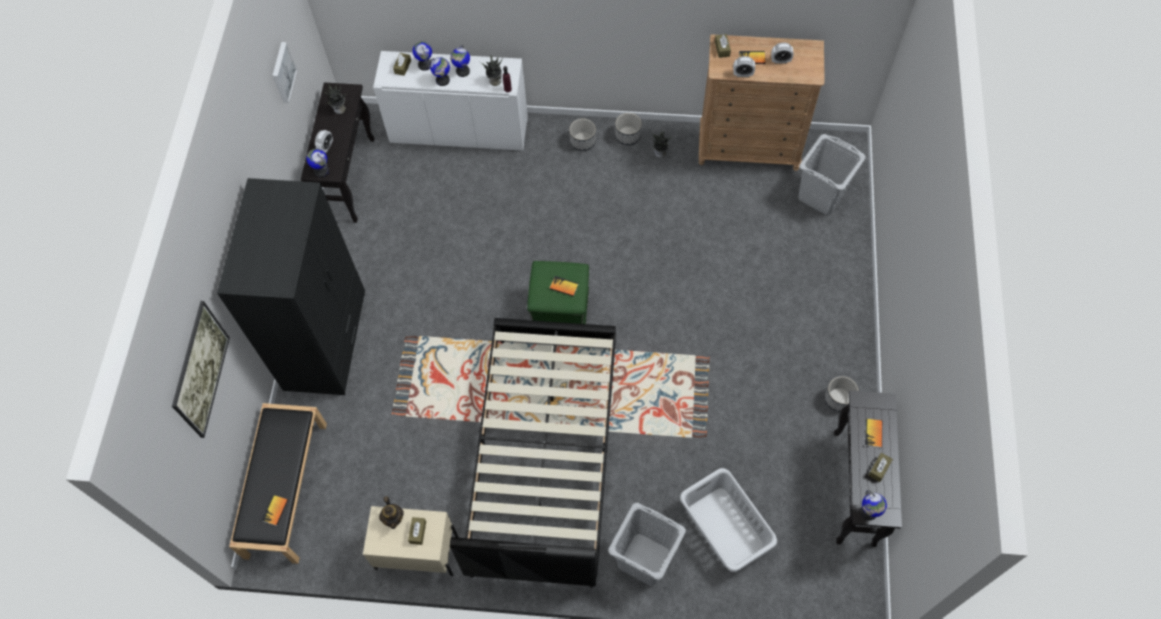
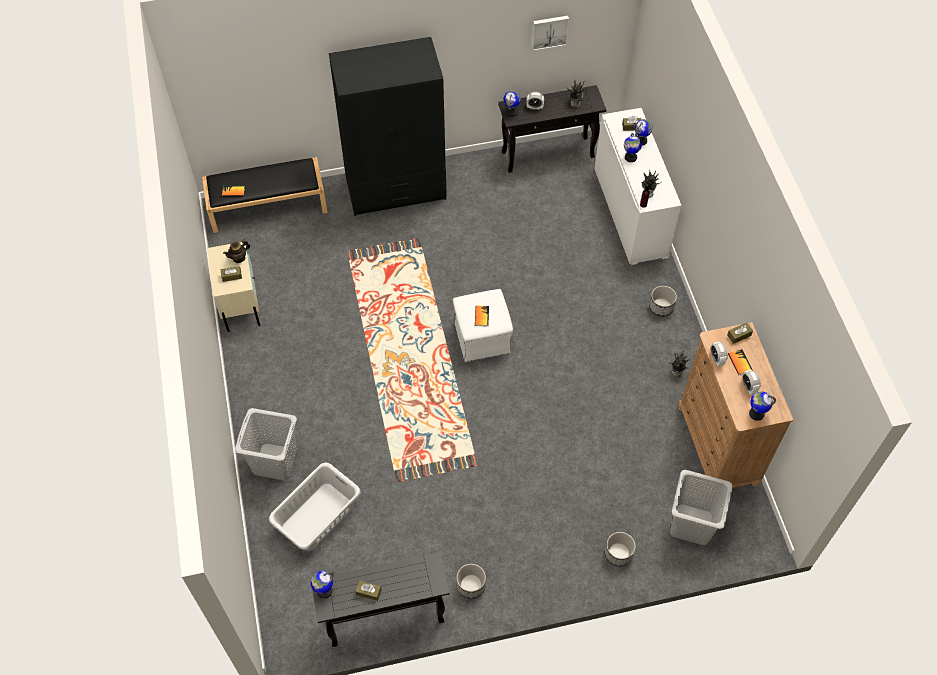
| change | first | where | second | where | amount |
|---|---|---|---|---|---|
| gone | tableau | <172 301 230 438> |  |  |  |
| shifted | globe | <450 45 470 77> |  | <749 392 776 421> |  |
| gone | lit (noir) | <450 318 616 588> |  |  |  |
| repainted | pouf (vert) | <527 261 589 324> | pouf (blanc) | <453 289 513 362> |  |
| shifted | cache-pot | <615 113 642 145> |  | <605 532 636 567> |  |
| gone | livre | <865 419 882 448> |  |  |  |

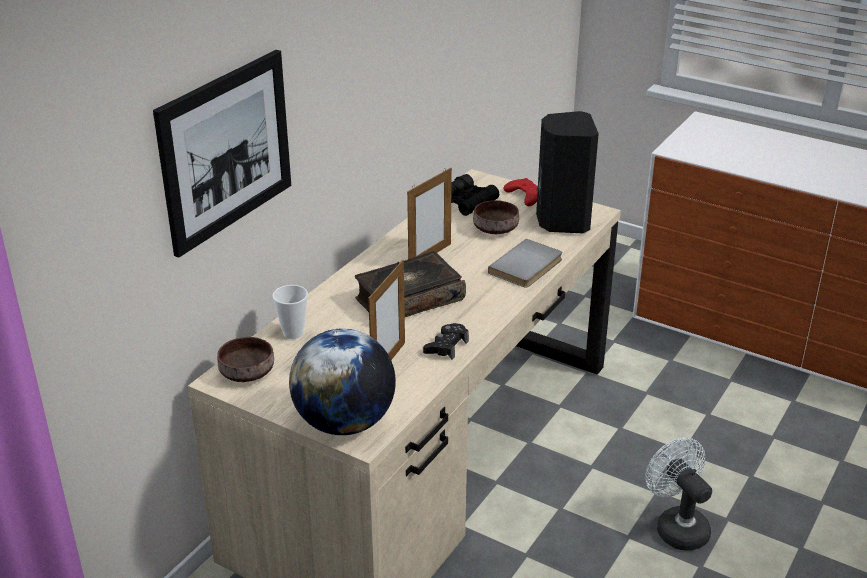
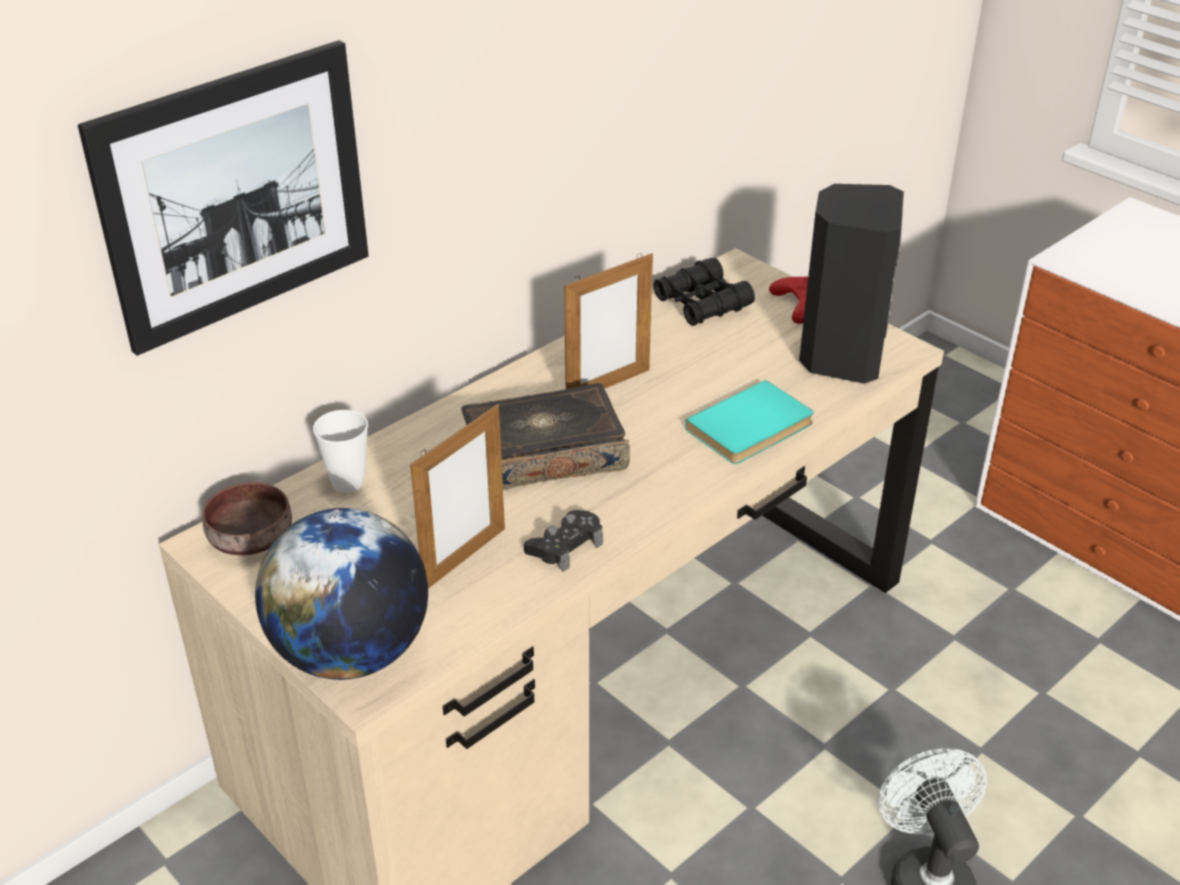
| change | first | where | second | where | amount |
|---|---|---|---|---|---|
| gone | bol (marron) | <473 200 519 234> |  |  |  |
| repainted | livre (gris) | <488 239 562 288> | livre (turquoise) | <685 380 814 464> |  |

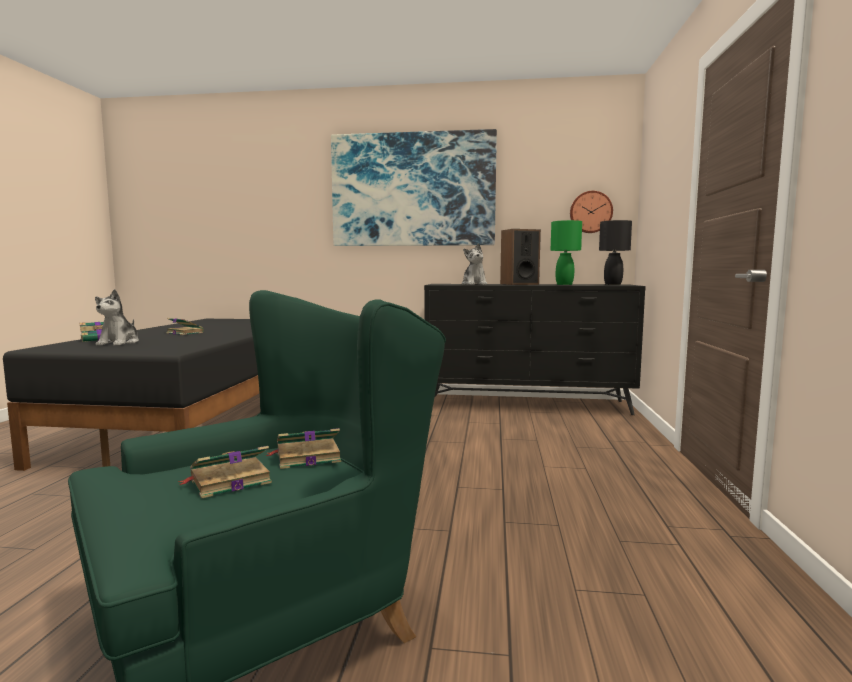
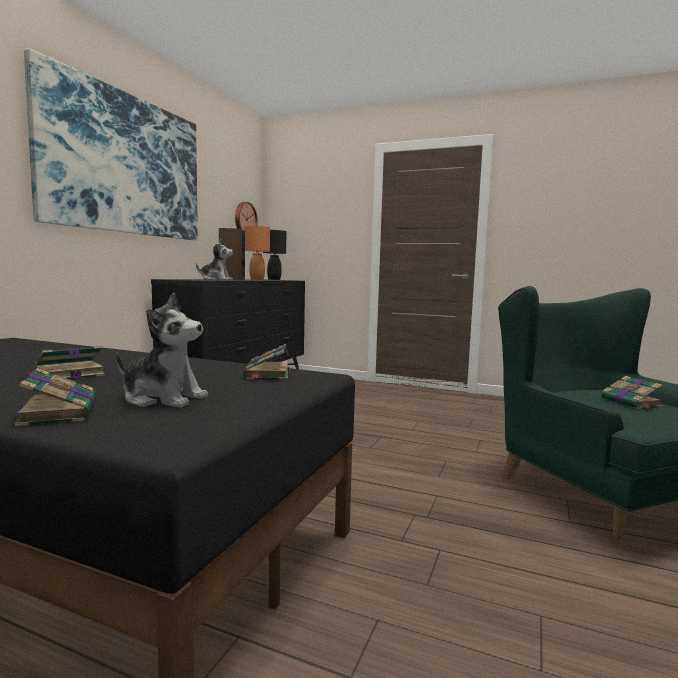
| change | first | where | second | where | amount |
|---|---|---|---|---|---|
| shifted | livre | <266 428 341 469> |  | <243 344 290 380> |  |
| repainted | lampe de table (vert) | <551 220 582 285> | lampe de table (orange) | <245 226 270 280> |  |

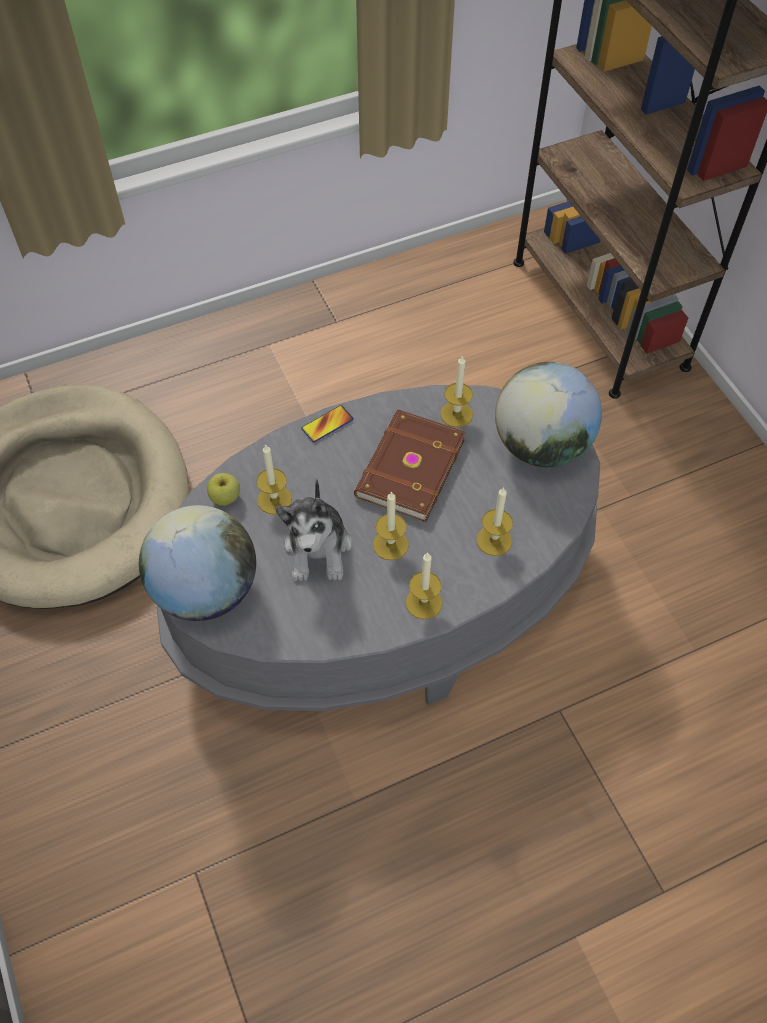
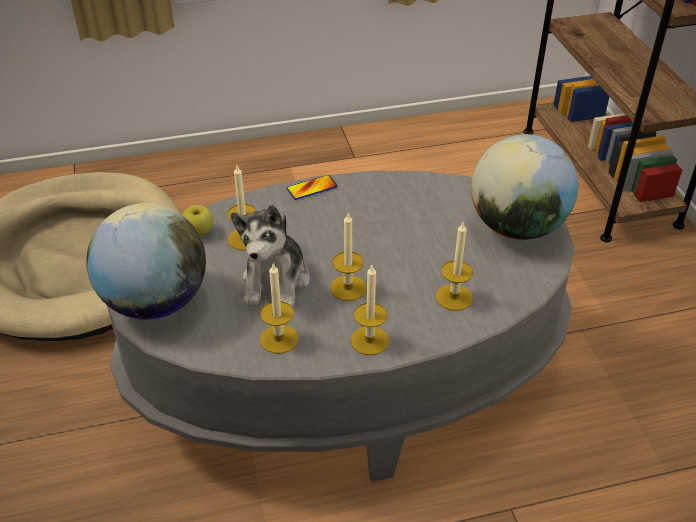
| change | first | where | second | where | amount |
|---|---|---|---|---|---|
| gone | livre (marron) | <354 410 465 522> |  |  |  |
| shifted | bougie | <440 355 473 427> |  | <260 264 298 354> |  |

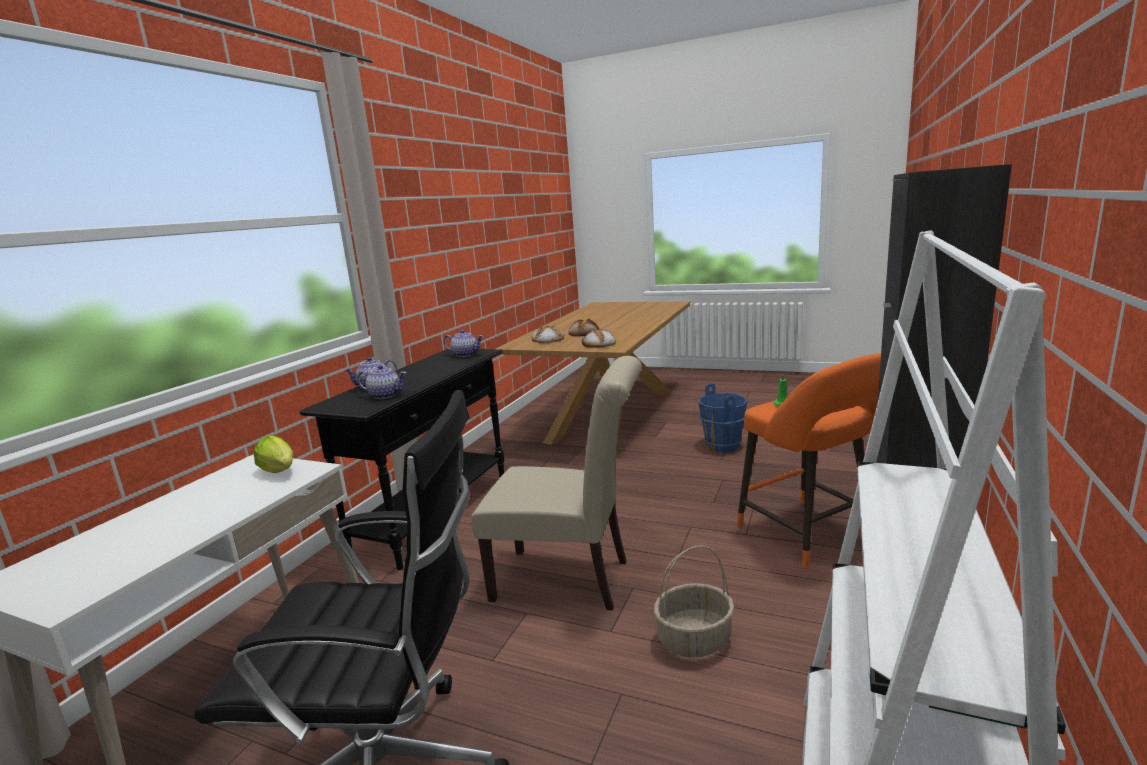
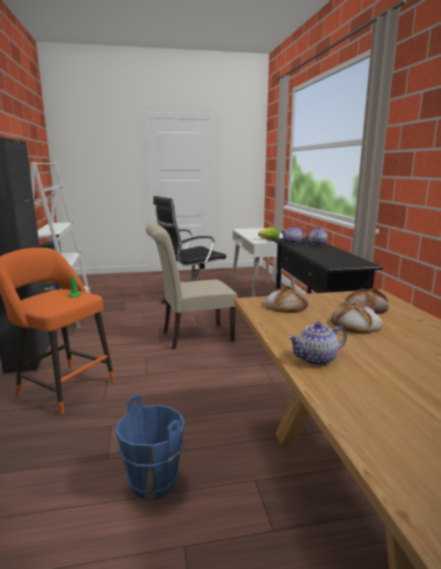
| change | first | where | second | where | amount |
|---|---|---|---|---|---|
| shifted | théière | <443 330 483 357> |  | <288 322 347 366> |  |
| gone | panier | <654 545 734 658> |  |  |  |

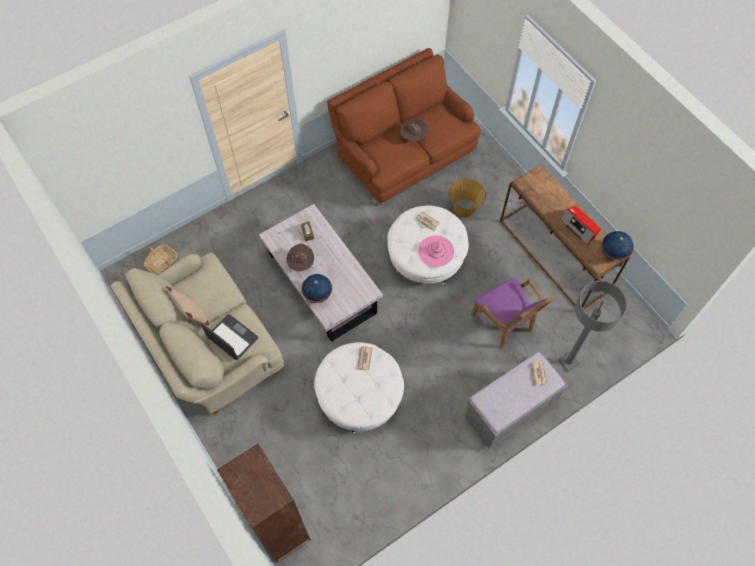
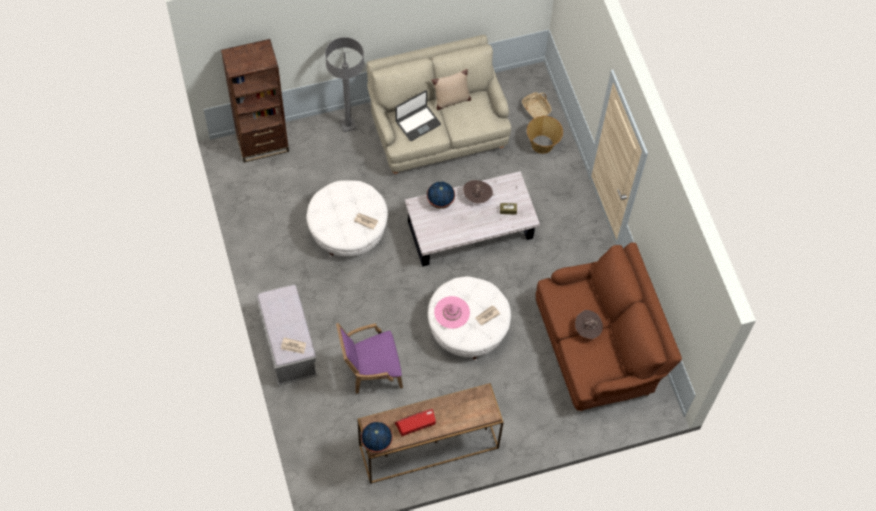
| change | first | where | second | where | amount |
|---|---|---|---|---|---|
| shifted | panier | <449 179 486 218> |  | <527 116 563 154> |  |
| shifted | lampadaire (gris) | <558 281 627 372> |  | <325 37 364 132> |  |

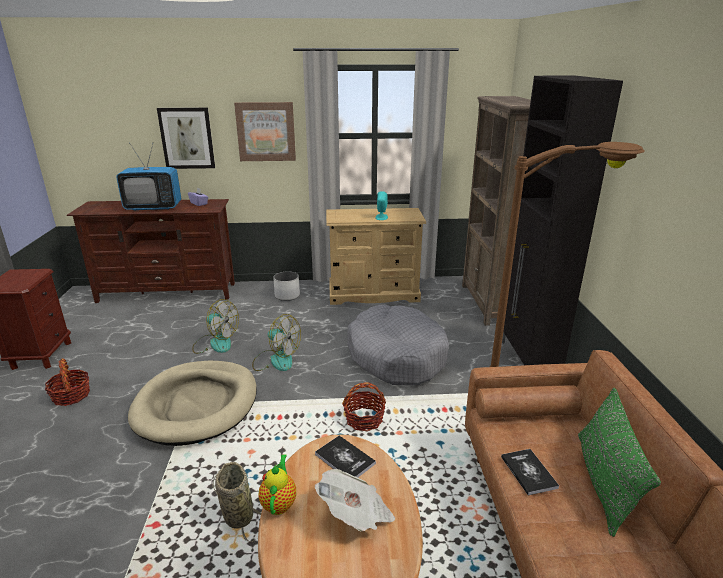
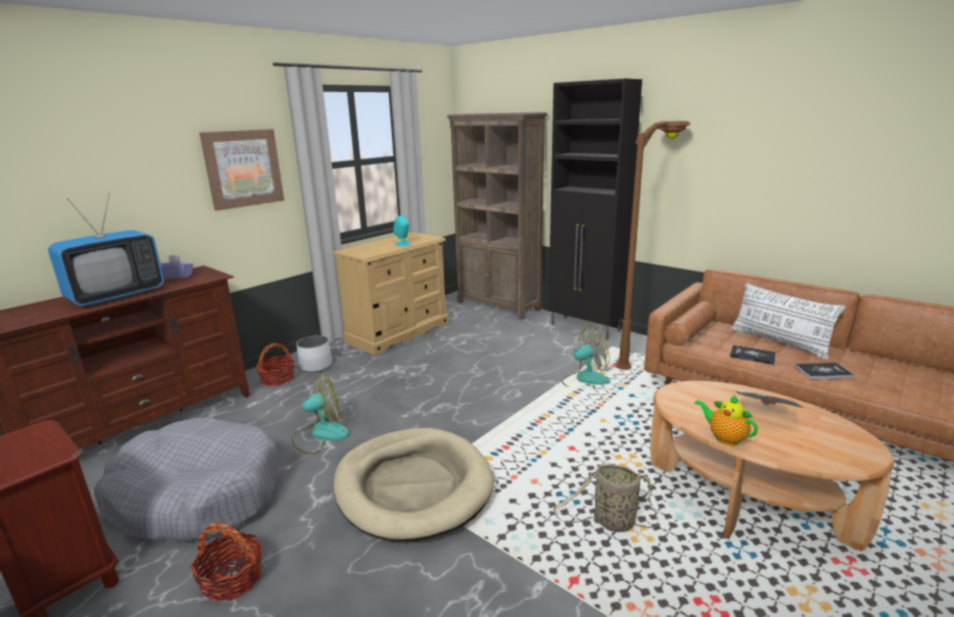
| change | first | where | second | where | amount |
|---|---|---|---|---|---|
| gone | tableau | <157 107 215 169> |  |  |  |
| shifted | ventilateur | <252 314 301 371> |  | <561 327 610 390> |  |
| shifted | livre | <315 436 376 478> |  | <795 363 854 379> |  |
| shifted | panier | <342 382 386 431> |  | <256 343 295 386> |  |
| shifted | panier pour chien (gris) | <347 304 449 385> |  | <94 418 279 541> |  |
| repainted | coussin (vert) | <578 388 661 537> | coussin (blanc) | <731 283 845 360> |  |

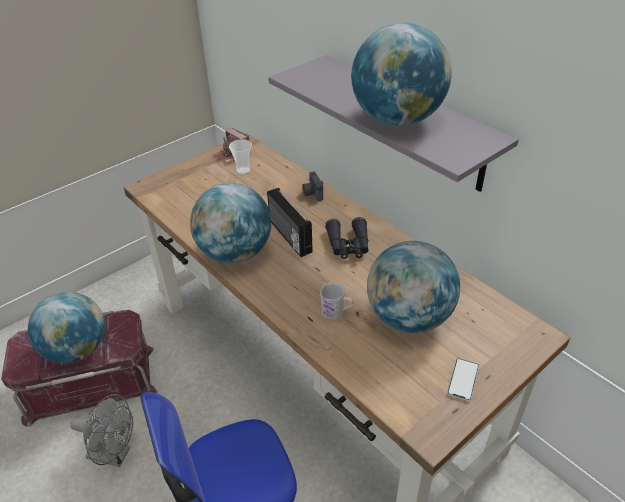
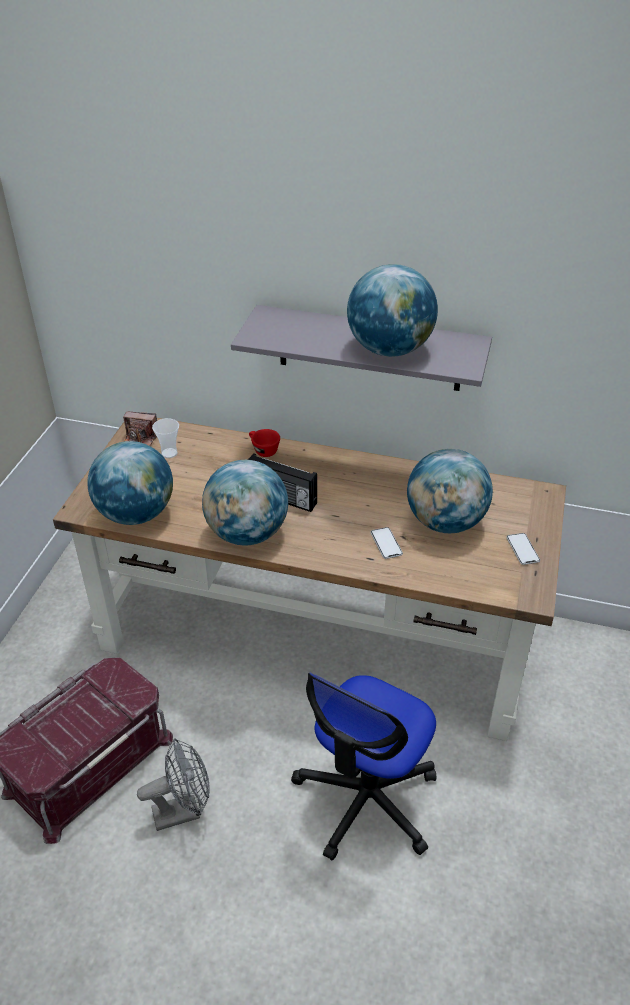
| change | first | where | second | where | amount |
|---|---|---|---|---|---|
| shifted | globe | <28 292 105 363> |  | <87 441 173 525> |  |
| swapped | appareil photo | <302 171 323 201> | tasse (rouge) | <249 429 280 457> |  |
| swapped | mug (blanc) | <320 283 353 320> | téléphone | <370 527 403 559> |  |
| gone | jumelles (noir) | <325 217 368 259> |  |  |  |

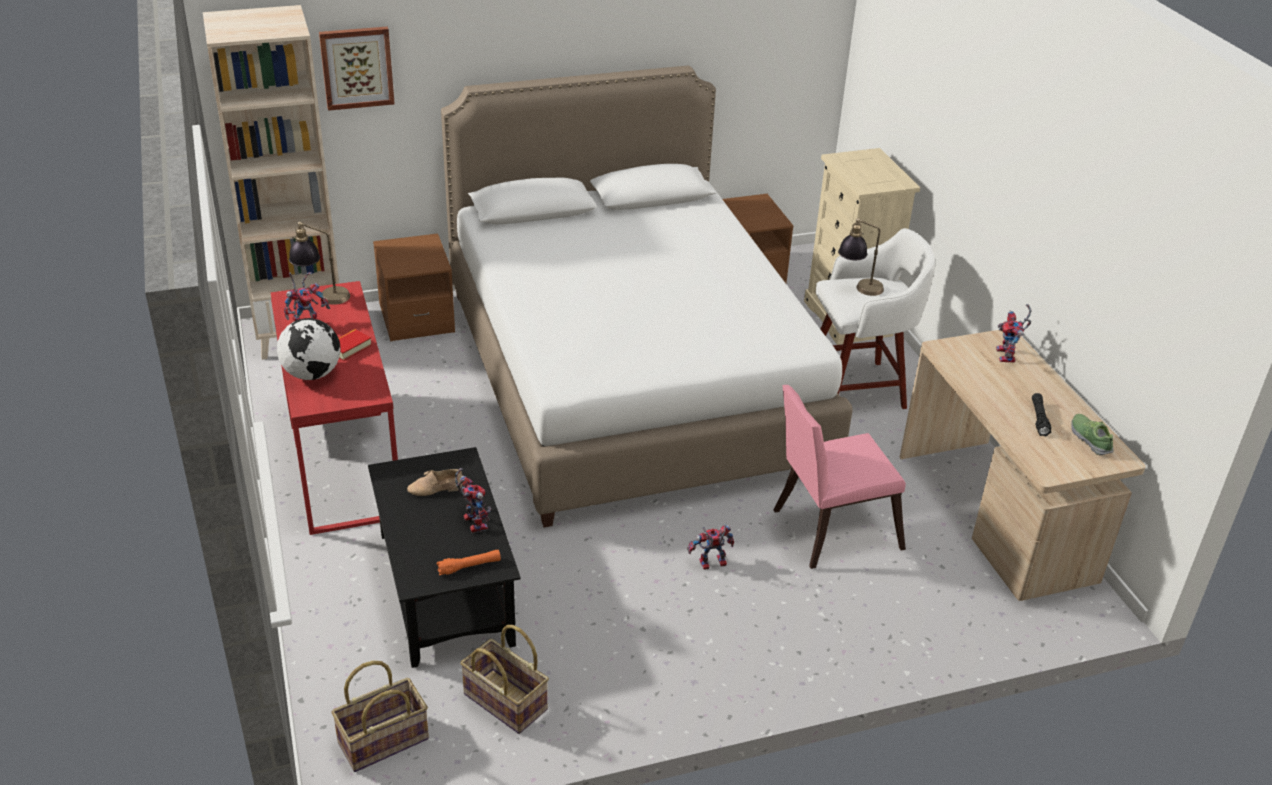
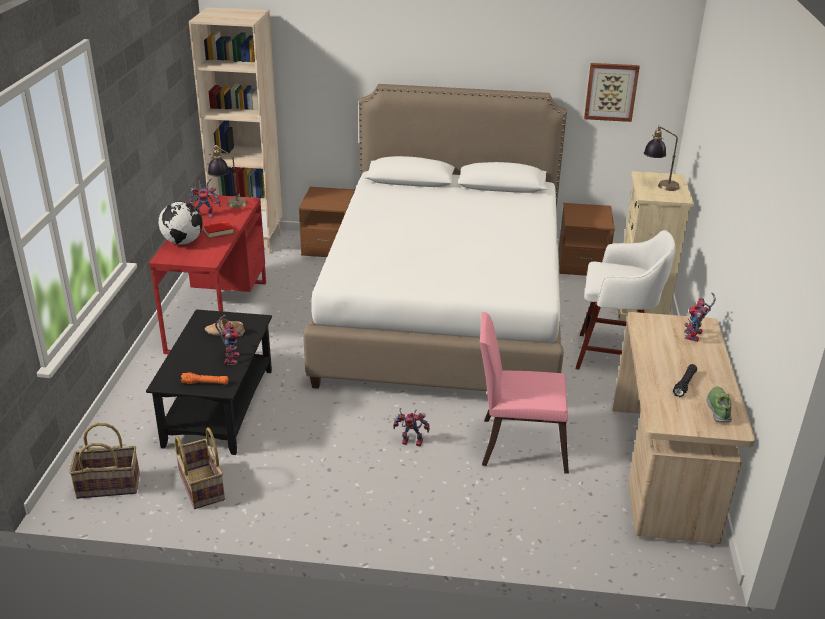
| change | first | where | second | where | amount |
|---|---|---|---|---|---|
| shifted | tableau | <319 27 395 111> |  | <584 63 640 122> |  |
| shifted | lampe de table | <838 218 884 296> |  | <644 125 680 191> |  |

